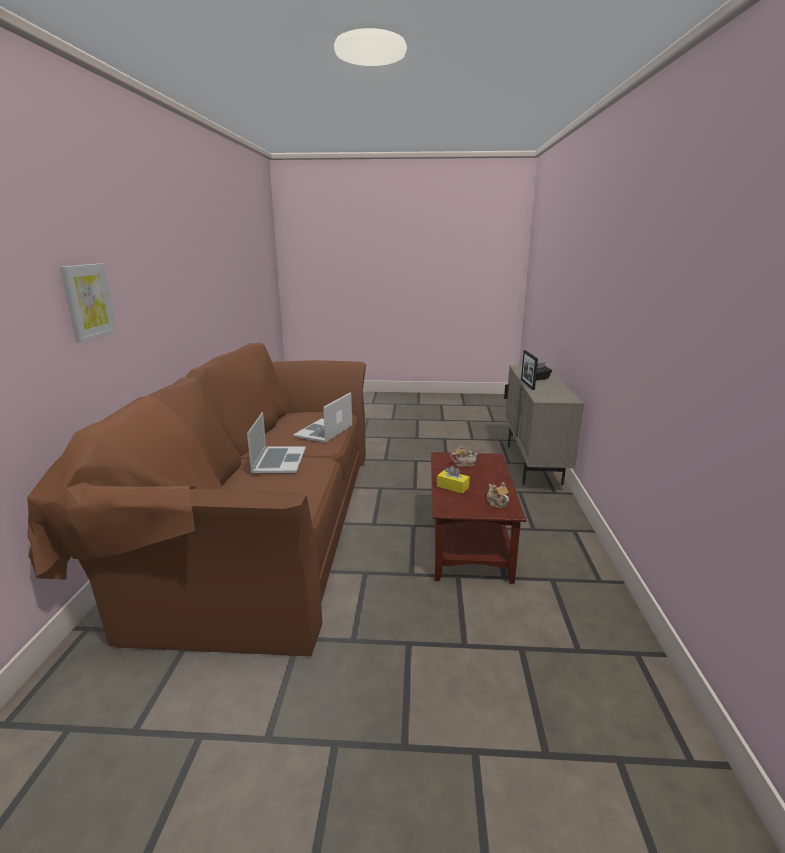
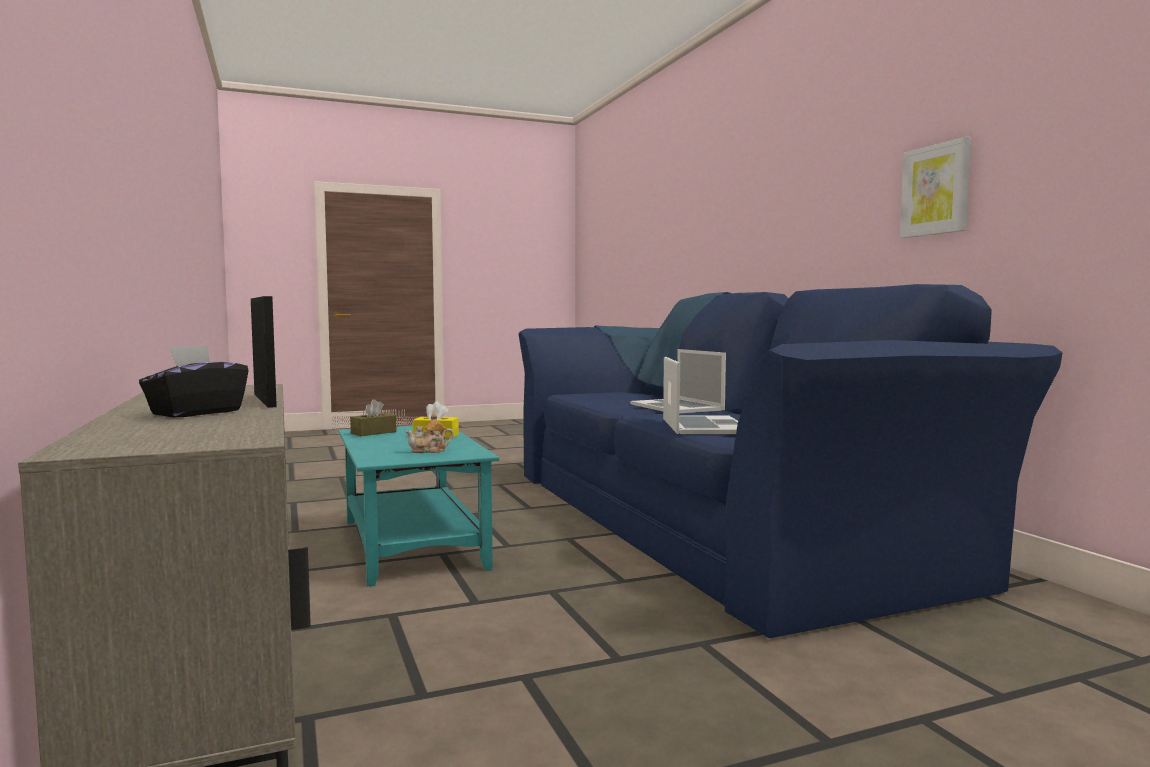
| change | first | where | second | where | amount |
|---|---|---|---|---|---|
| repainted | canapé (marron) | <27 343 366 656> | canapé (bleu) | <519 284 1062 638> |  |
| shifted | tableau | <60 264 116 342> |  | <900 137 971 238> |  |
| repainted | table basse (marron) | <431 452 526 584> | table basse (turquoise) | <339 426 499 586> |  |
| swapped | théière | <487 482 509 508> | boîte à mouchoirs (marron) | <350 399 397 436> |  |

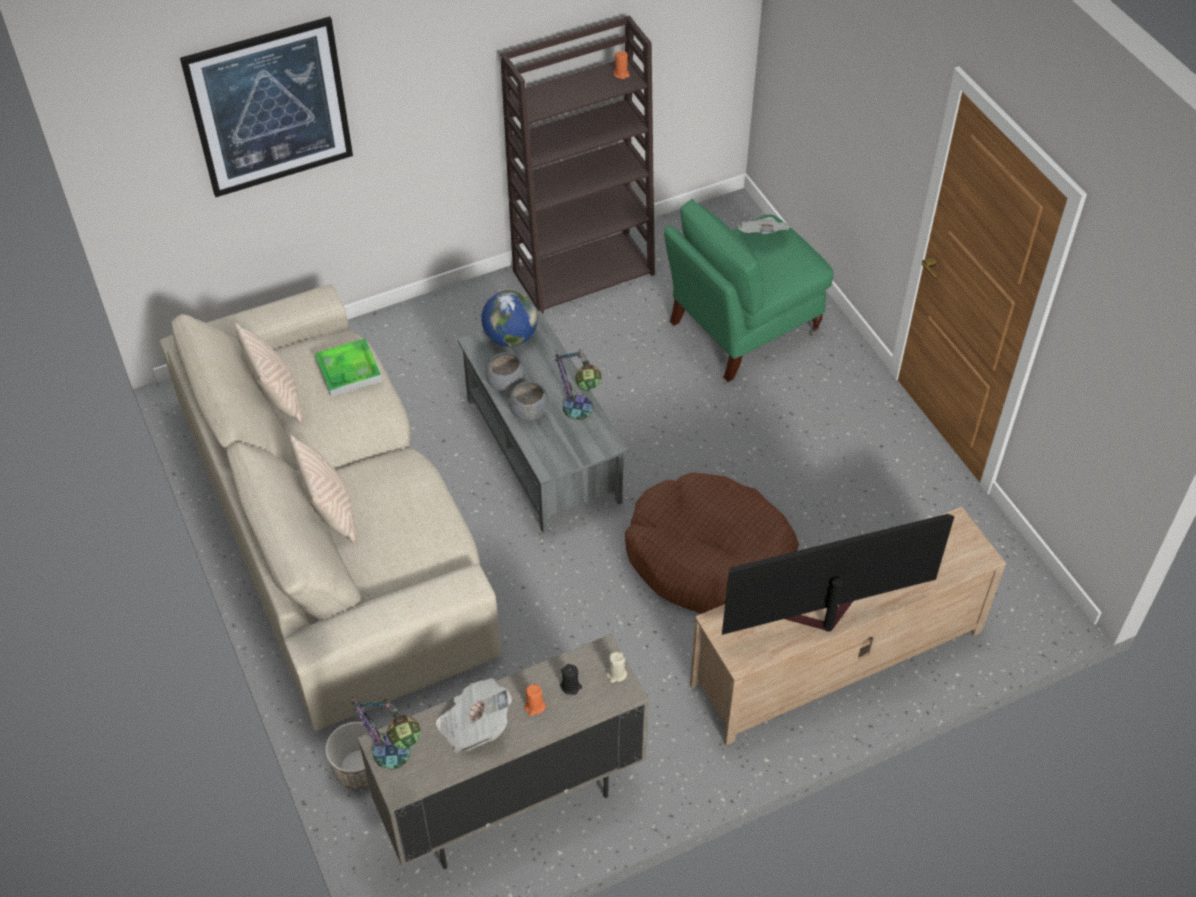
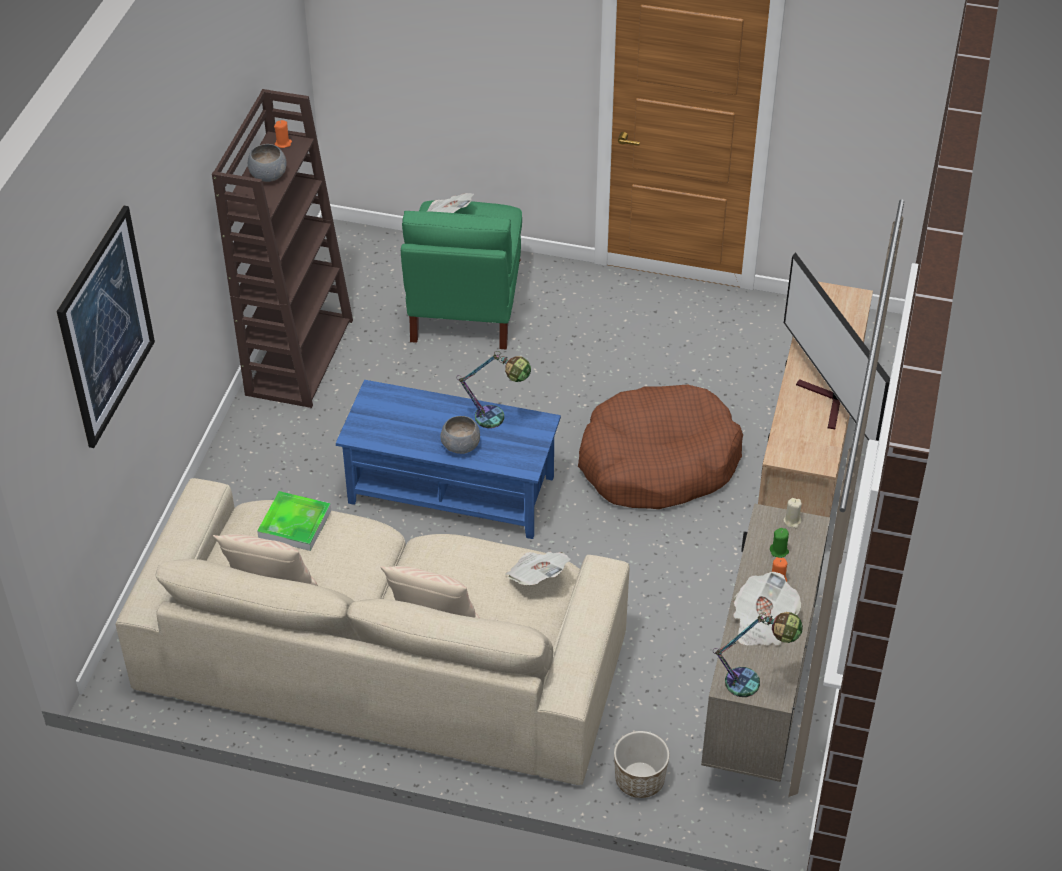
| change | first | where | second | where | amount |
|---|---|---|---|---|---|
| repainted | table basse (gris) | <457 311 629 534> | table basse (bleu) | <336 380 561 539> |  |
| gone | globe | <481 290 538 347> |  |  |  |
| shifted | bol (gris) | <485 352 525 391> |  | <248 144 287 182> |  |
| repainted | bougie (noir) | <560 664 582 695> | bougie (vert) | <770 528 789 558> |  |
| rotated | téléviseur | <722 514 955 635> |  | <784 252 890 441> | 45 degrees counterclockwise |
| new |  |  | journal | <506 552 570 585> |  |

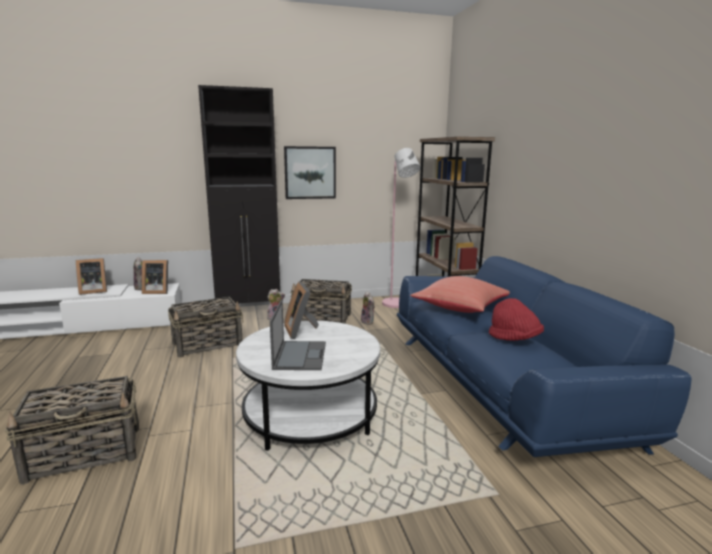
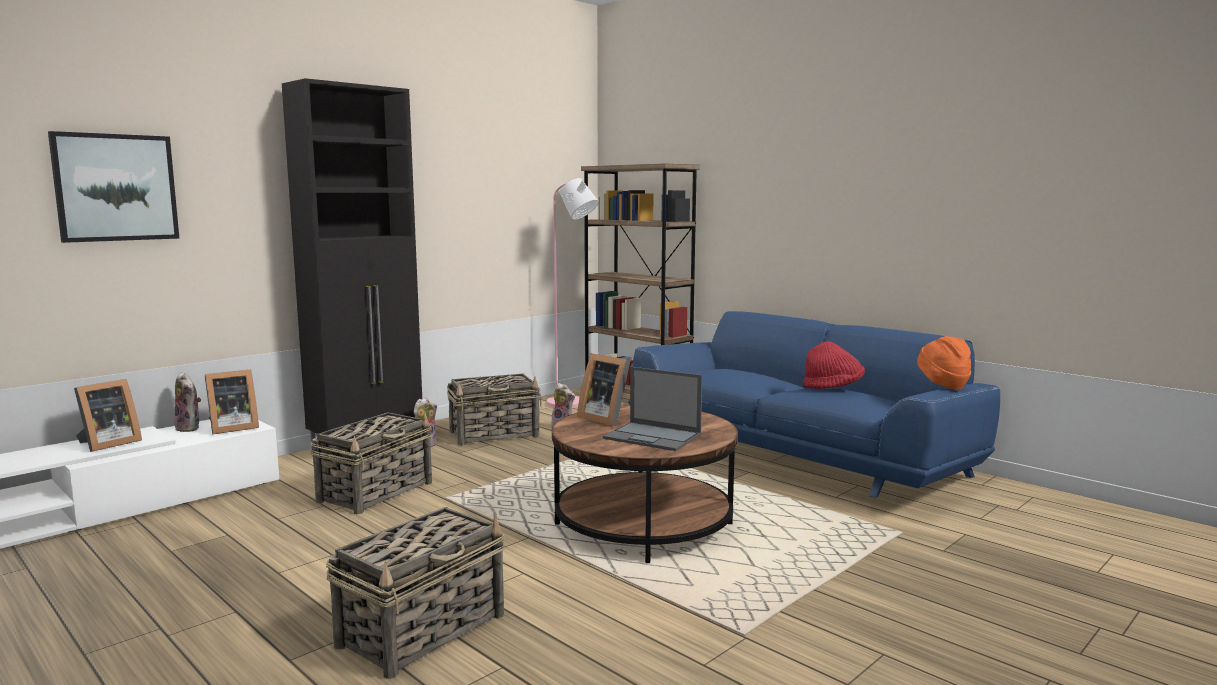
| change | first | where | second | where | amount |
|---|---|---|---|---|---|
| repainted | table basse (blanc) | <236 321 380 451> | table basse (marron) | <552 405 738 563> |  |
| rotated | ordinateur portable | <270 300 326 370> |  | <603 367 702 451> | 150 degrees clockwise |
| shifted | tableau | <284 146 336 199> |  | <48 131 179 243> |  |
| gone | coussin (rouge) | <410 276 510 313> |  |  |  |
| new |  |  | chapeau (orange) | <917 336 971 390> |  |

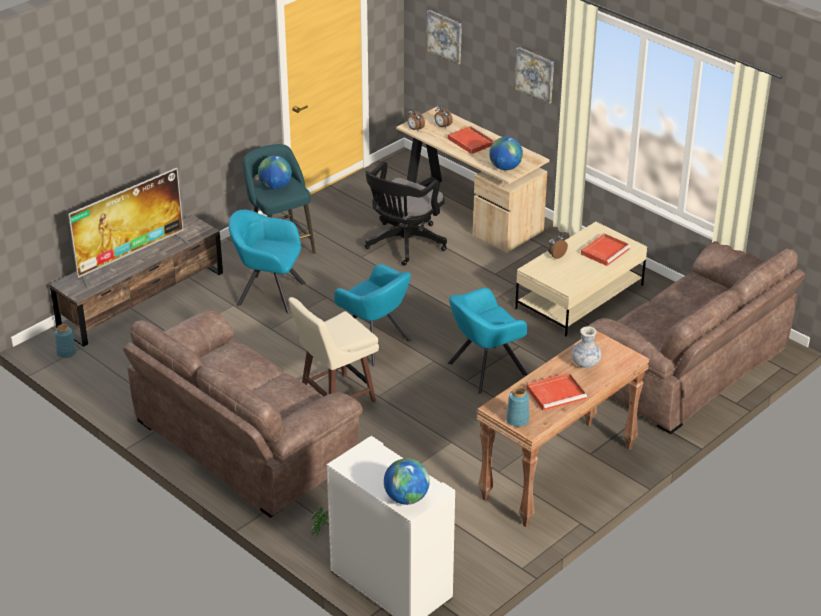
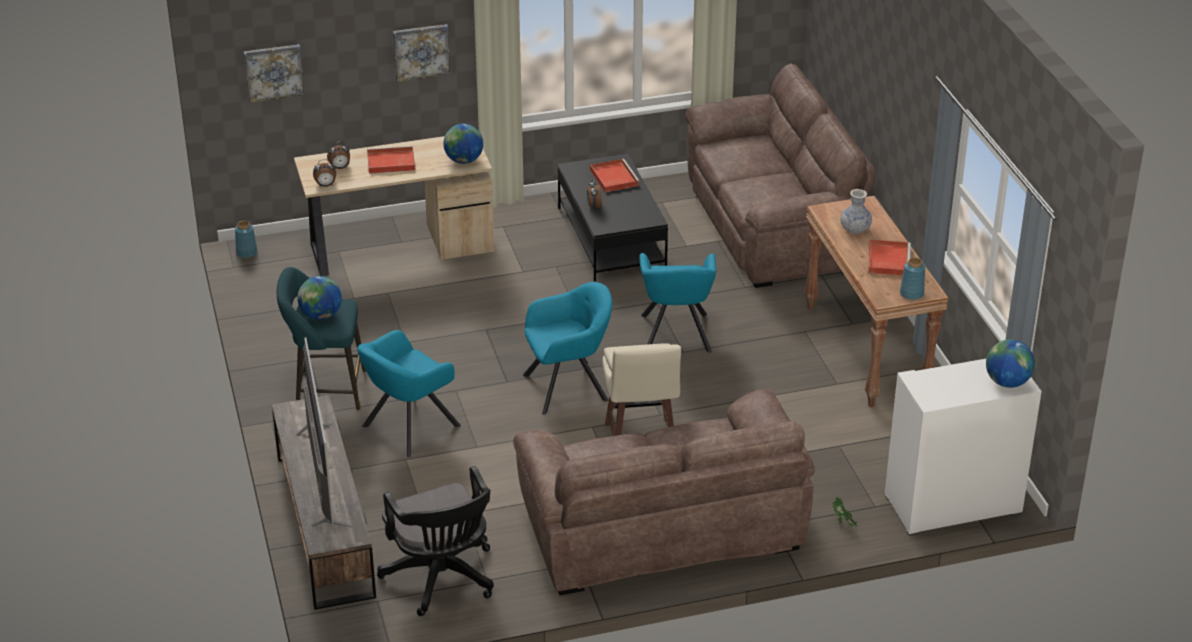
| change | first | where | second | where | amount |
|---|---|---|---|---|---|
| shifted | vase (bleu) | <55 324 76 358> |  | <235 221 257 258> |  |
| shifted | chaise de bureau (noir) | <365 161 447 266> |  | <377 466 494 616> |  |
| repainted | table basse (beige) | <515 222 647 336> | table basse (noir) | <558 154 668 282> |  |

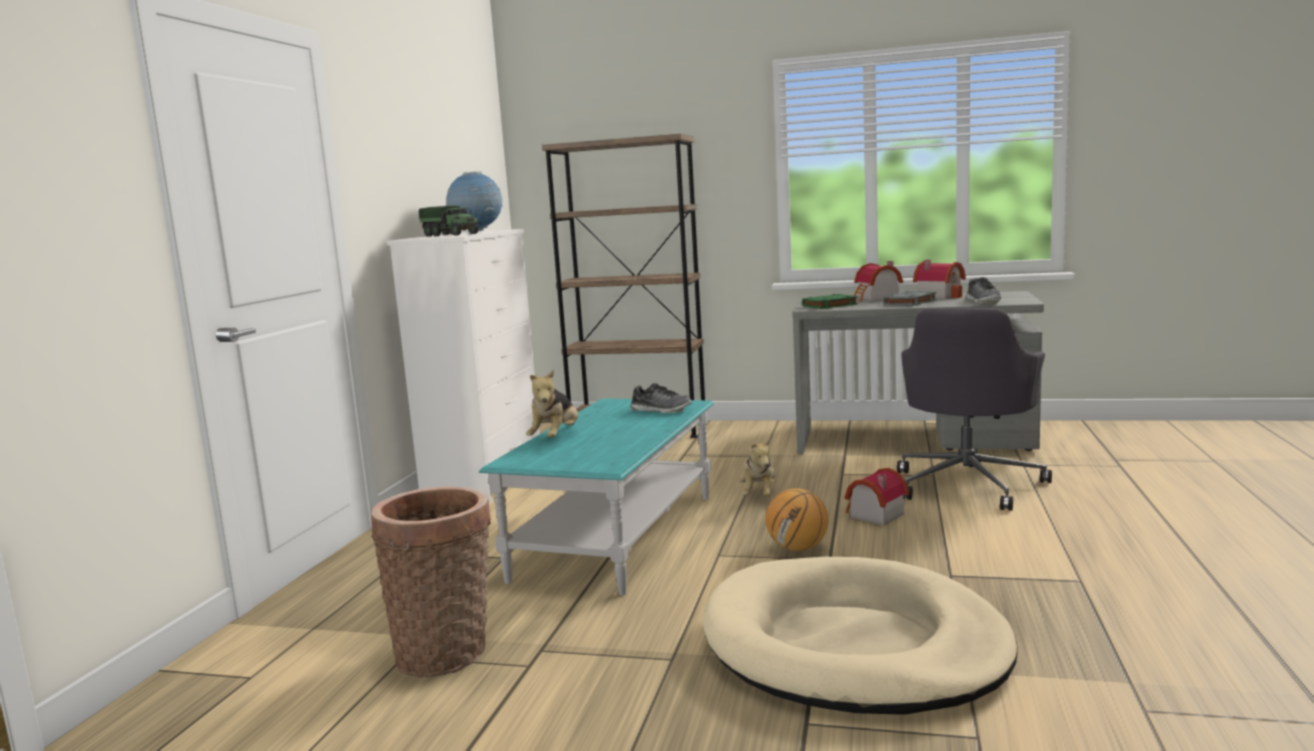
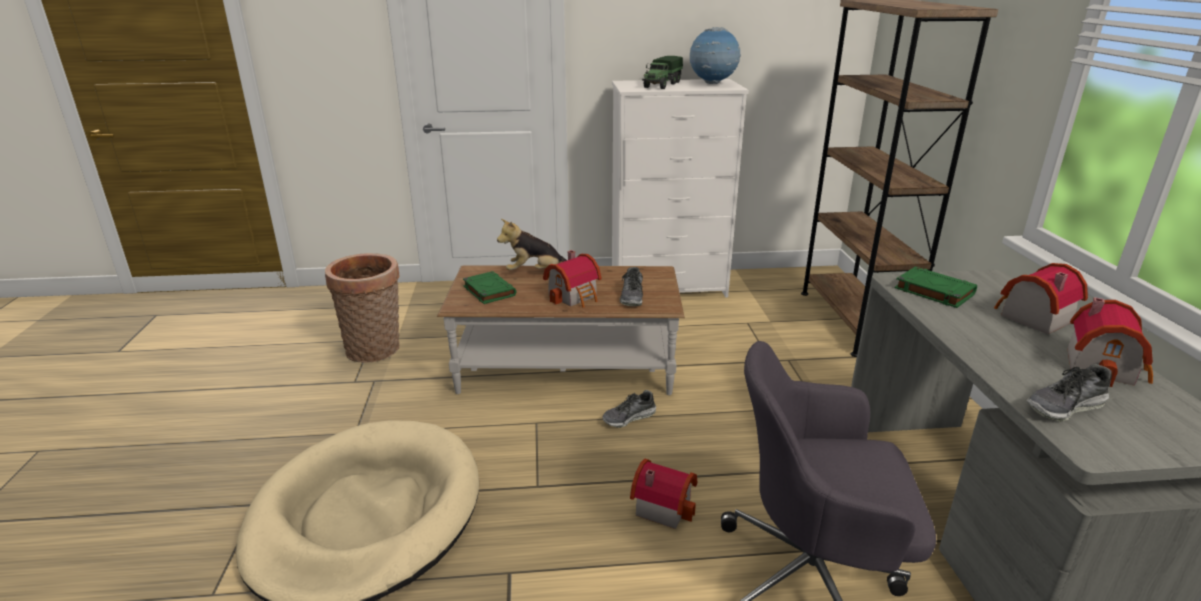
| change | first | where | second | where | amount |
|---|---|---|---|---|---|
| repainted | table basse (turquoise) | <479 398 714 595> | table basse (marron) | <437 265 685 395> |  |
| gone | peluche | <738 438 775 496> |  |  |  |
| gone | ballon de basket | <766 488 828 551> |  |  |  |
| gone | livre (gris) | <883 291 937 306> |  |  |  |
| new |  |  | livre (vert) | <463 271 516 304> |  |
| new |  |  | maison miniature | <543 250 602 307> |  |
| new |  |  | chaussure | <602 390 656 428> |  |

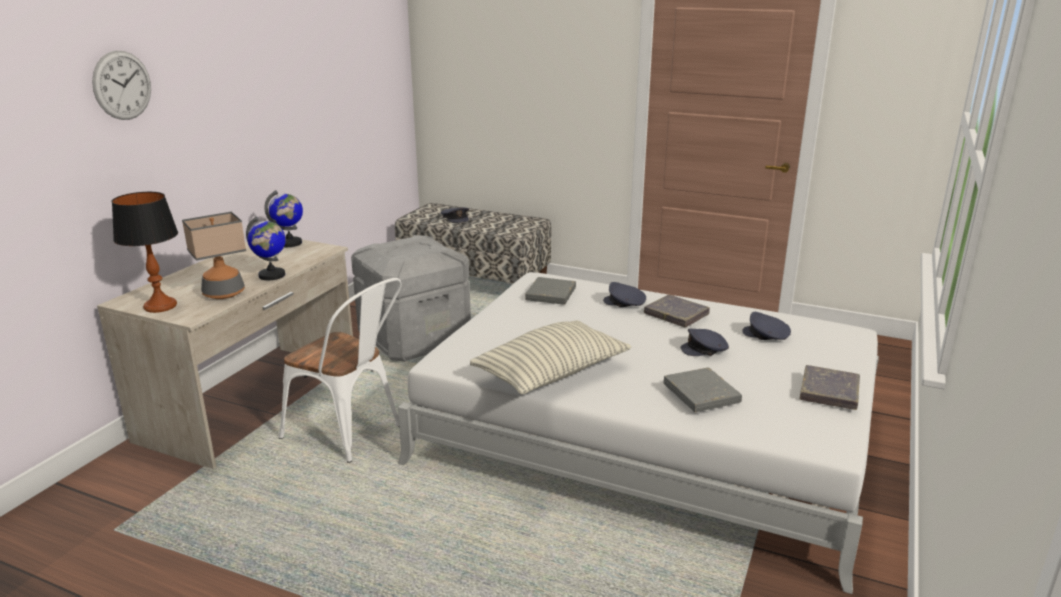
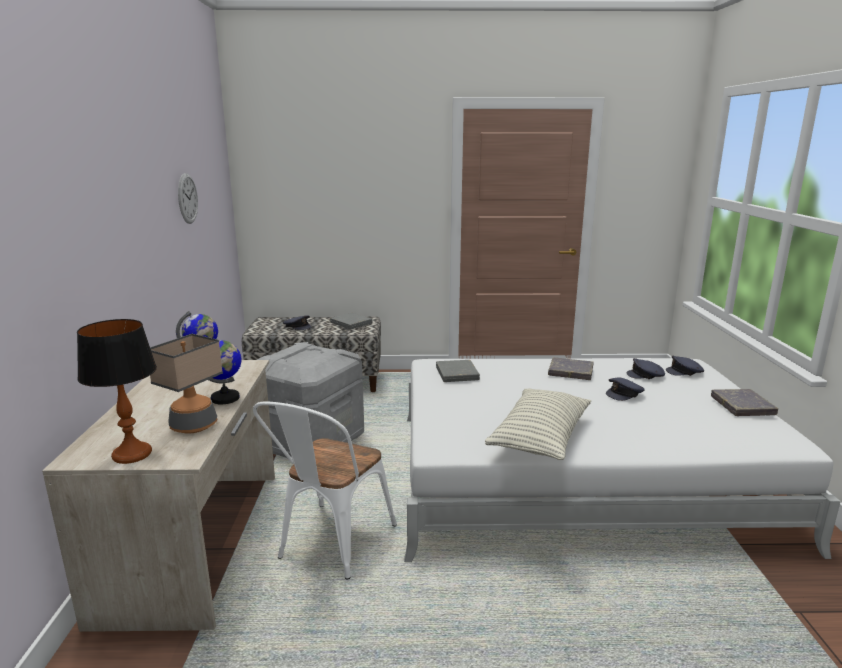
| change | first | where | second | where | amount |
|---|---|---|---|---|---|
| shifted | horloge murale | <92 51 151 120> |  | <178 173 198 224> |  |
| rotated | chaise (blanc) | <279 278 402 463> |  | <253 402 397 579> | 105 degrees clockwise |
| shifted | casquette (gris) | <603 282 646 307> |  | <666 356 704 376> |  |
| shifted | livre (gris) | <664 367 742 412> |  | <330 313 372 329> |  |

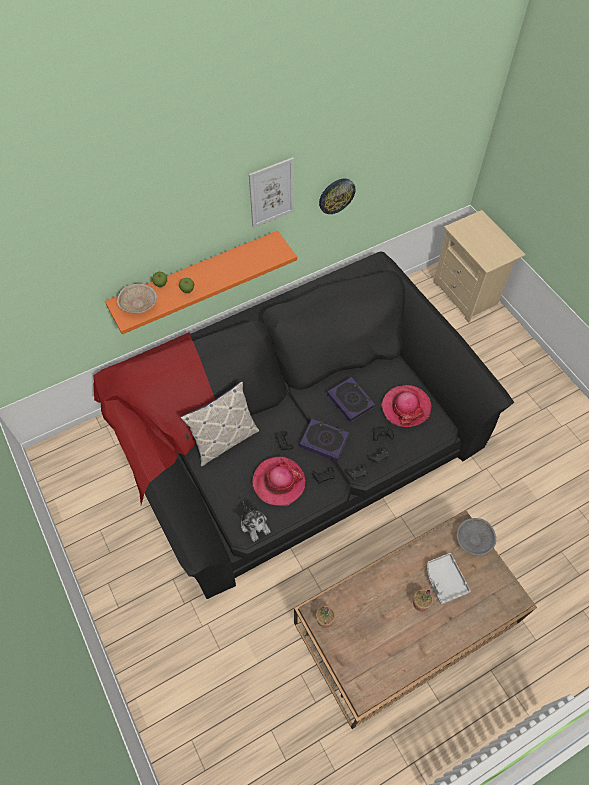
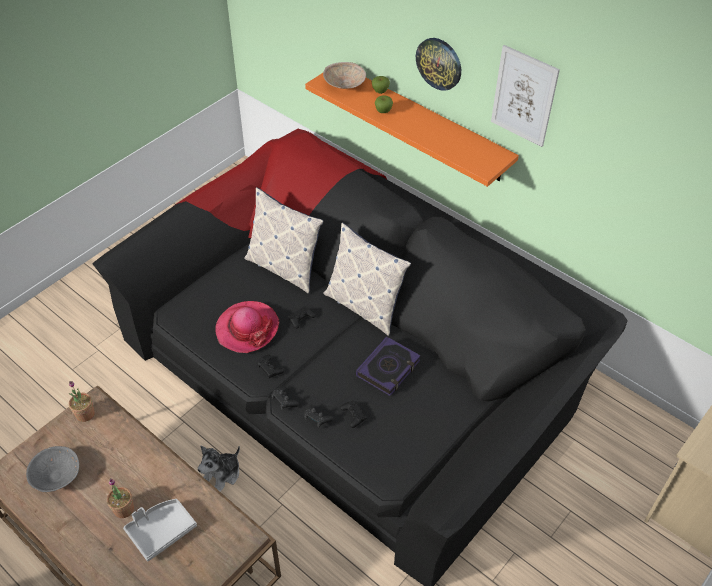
| change | first | where | second | where | amount |
|---|---|---|---|---|---|
| shifted | peluche | <241 501 270 542> |  | <198 446 240 491> |  |
| gone | livre | <300 419 349 462> |  |  |  |
| shifted | horloge murale | <319 179 356 214> |  | <416 38 461 91> |  |
| gone | chapeau | <381 385 432 427> |  |  |  |
| shifted | bol (gris) | <457 518 496 555> |  | <26 446 79 492> |  |
| new |  |  | coussin | <323 222 411 336> |  |

